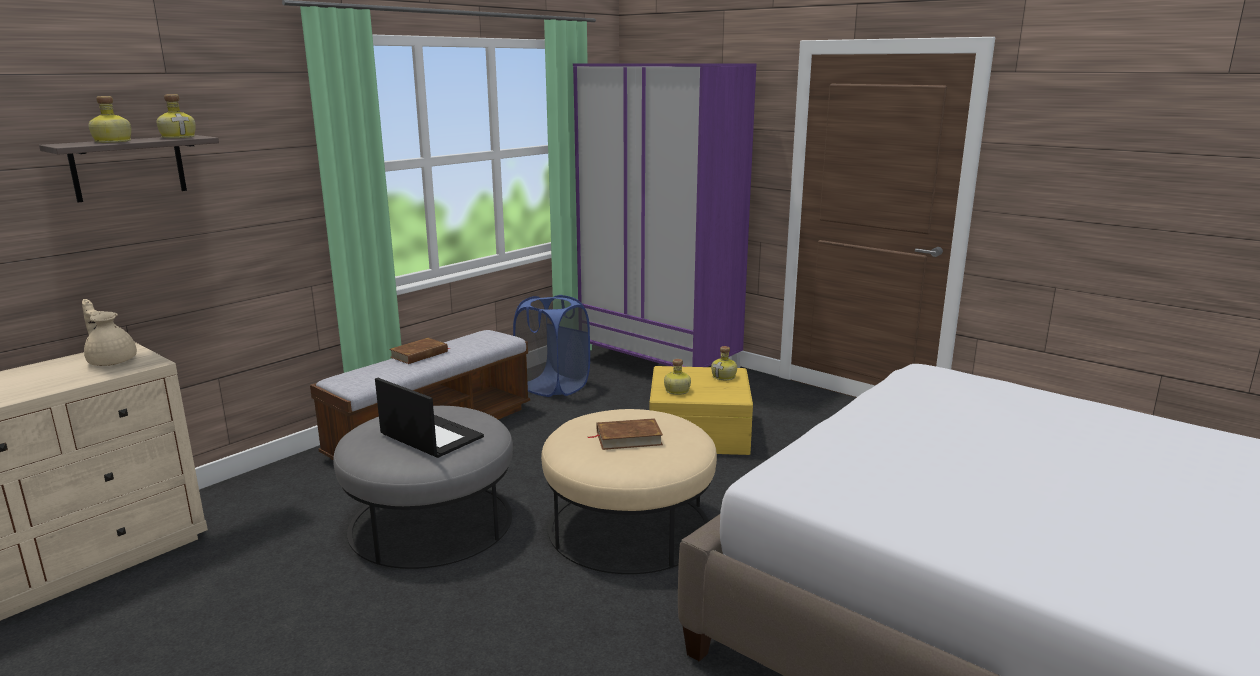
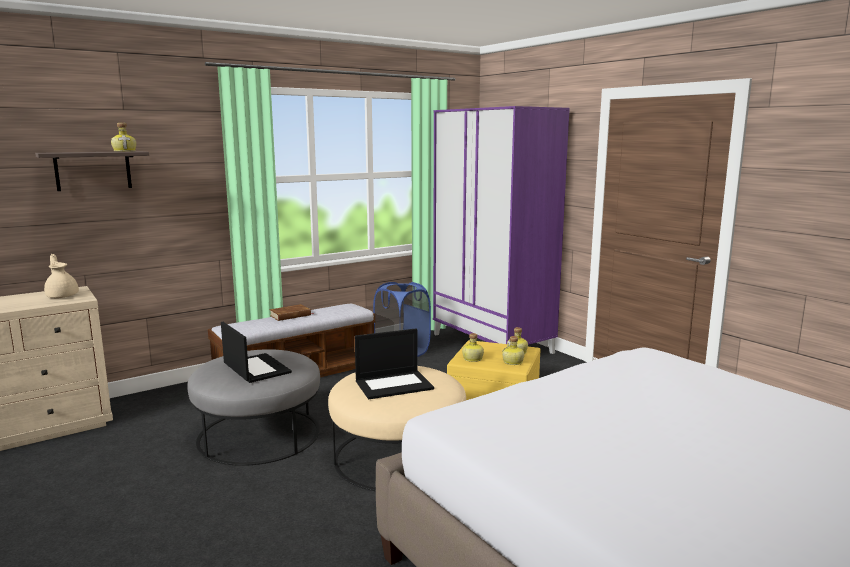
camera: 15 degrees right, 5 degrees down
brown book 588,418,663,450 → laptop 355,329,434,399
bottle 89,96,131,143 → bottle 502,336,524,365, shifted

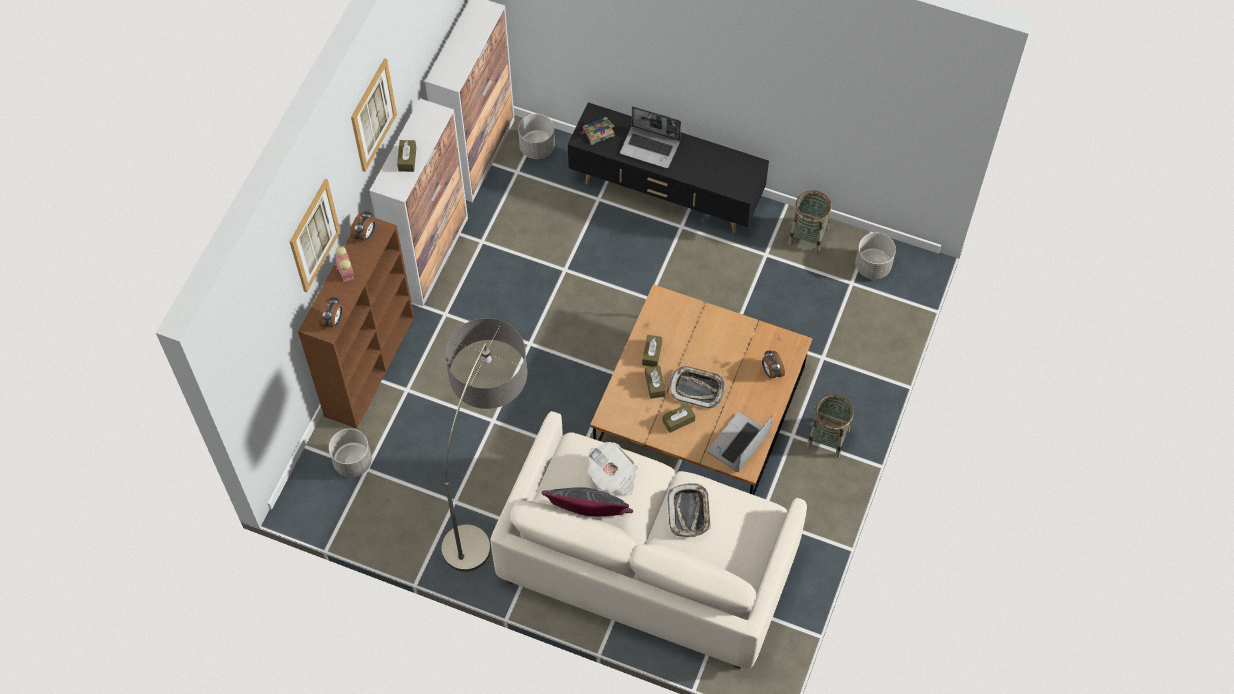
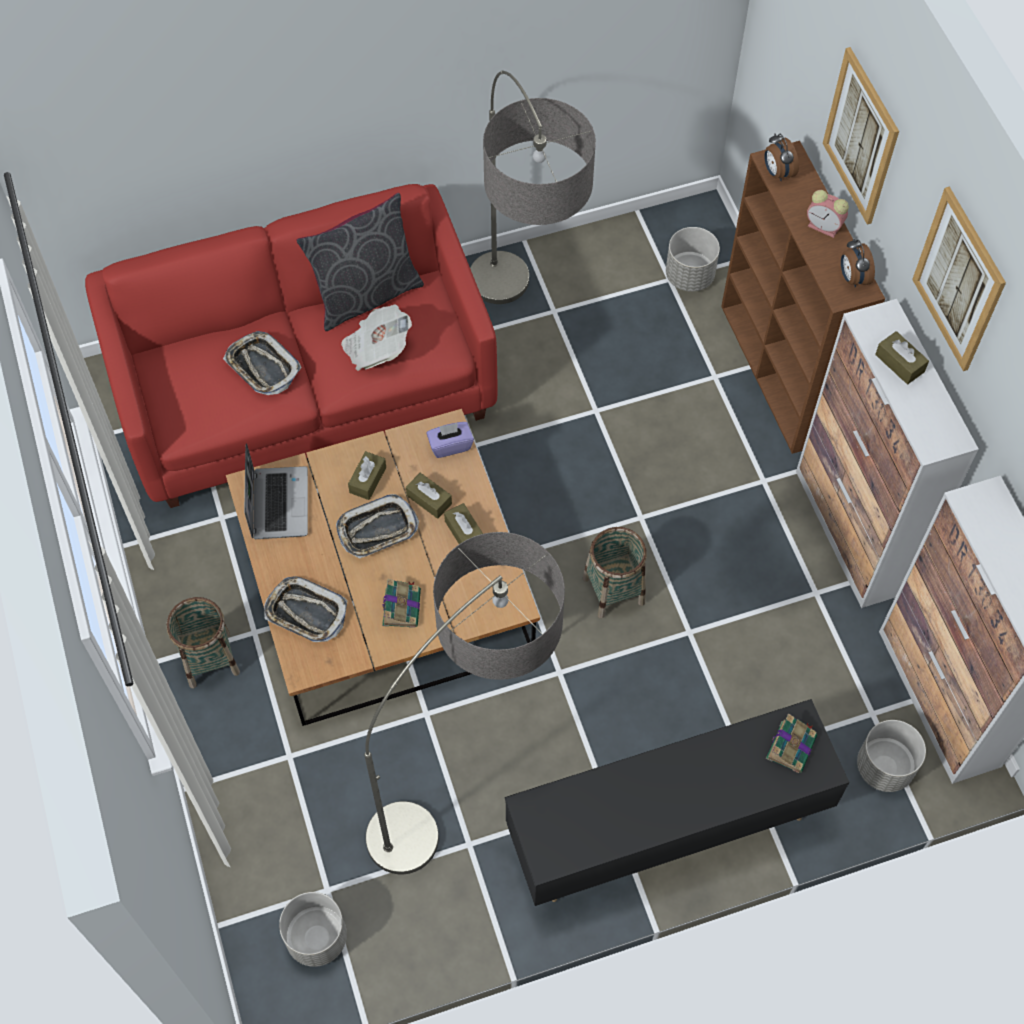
camera: 140 degrees right, 0 degrees up
white sofa 490,411,807,669 → red sofa 85,184,498,508
alarm clock 762,350,785,378 → tray 264,576,347,642
- → floor lamp 364,532,565,874
- → book 382,579,421,628
- → purple tissue box 426,422,474,458
basket 788,190,832,254 → basket 583,527,646,618, shifted
laptop 620,106,681,168 → -

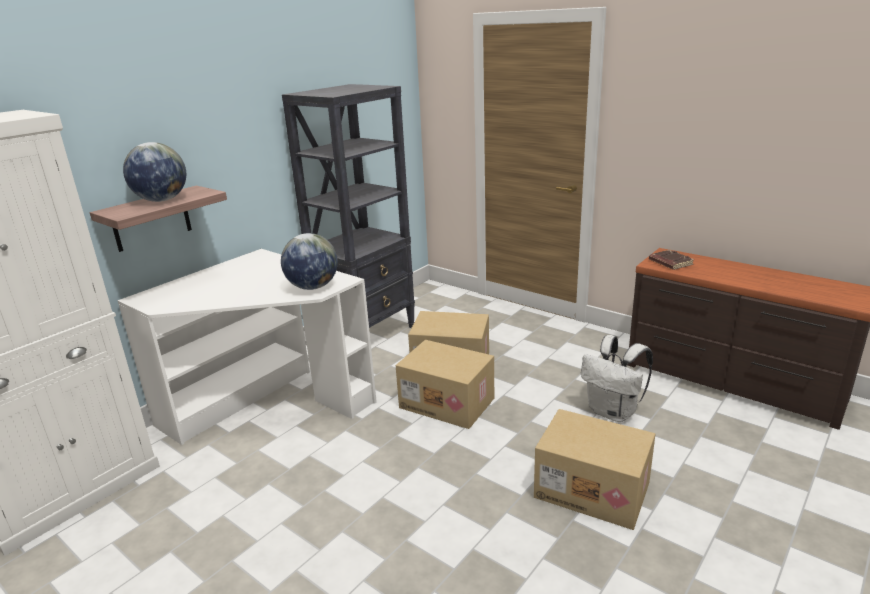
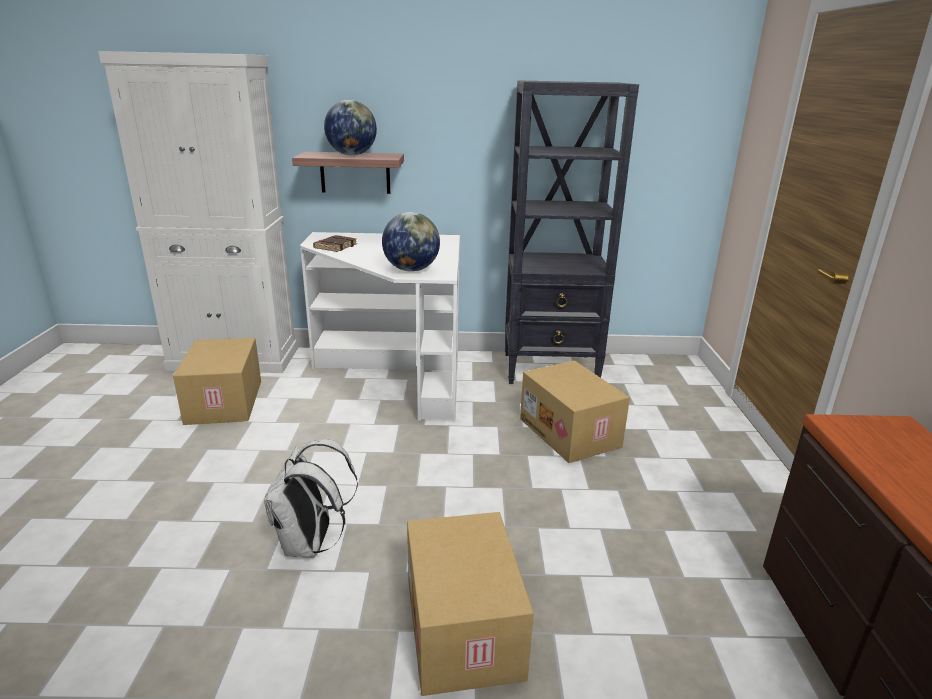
camera: 50 degrees right, 0 degrees up
cardboard box 396,340,494,429 → cardboard box 173,338,261,425, shifted
white backpack 581,335,653,422 → white backpack 264,439,358,558, shifted
brown book 649,250,694,270 → brown book 313,235,357,252, shifted

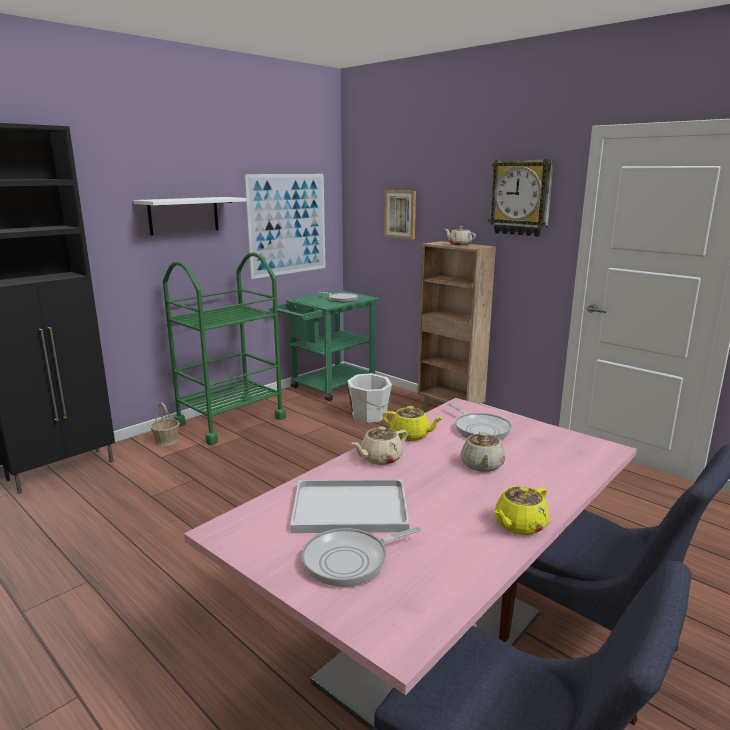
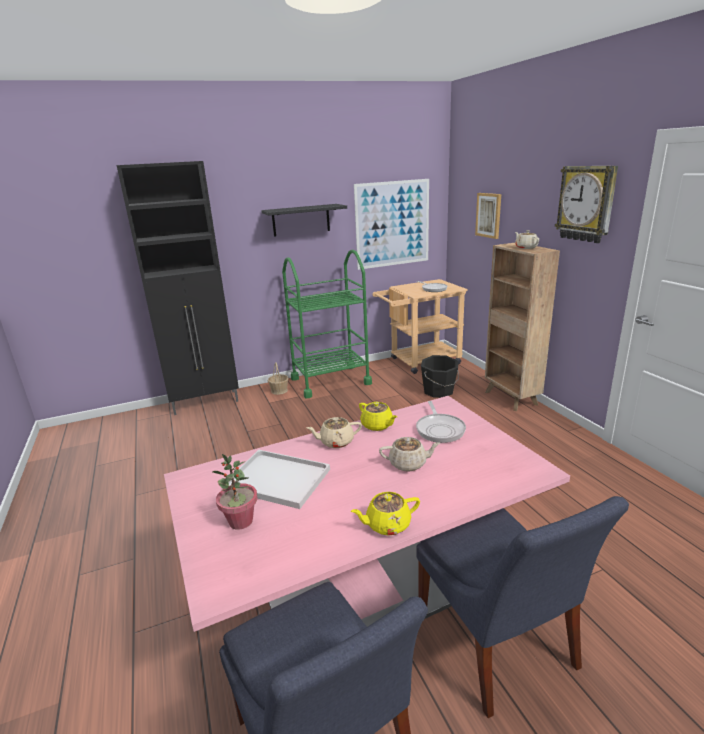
camera: 25 degrees right, 5 degrees up
frying pan 302,527,421,587 → potted plant 213,454,257,530
white shelf 134,197,247,235 → black shelf 261,204,347,237
green cart 269,290,379,401 → beige cart 372,279,468,374
beige teapot 460,431,505,472 → beige teapot 379,437,440,472, 120 degrees counterclockwise
white bucket 347,373,392,423 → black bucket 421,355,459,398

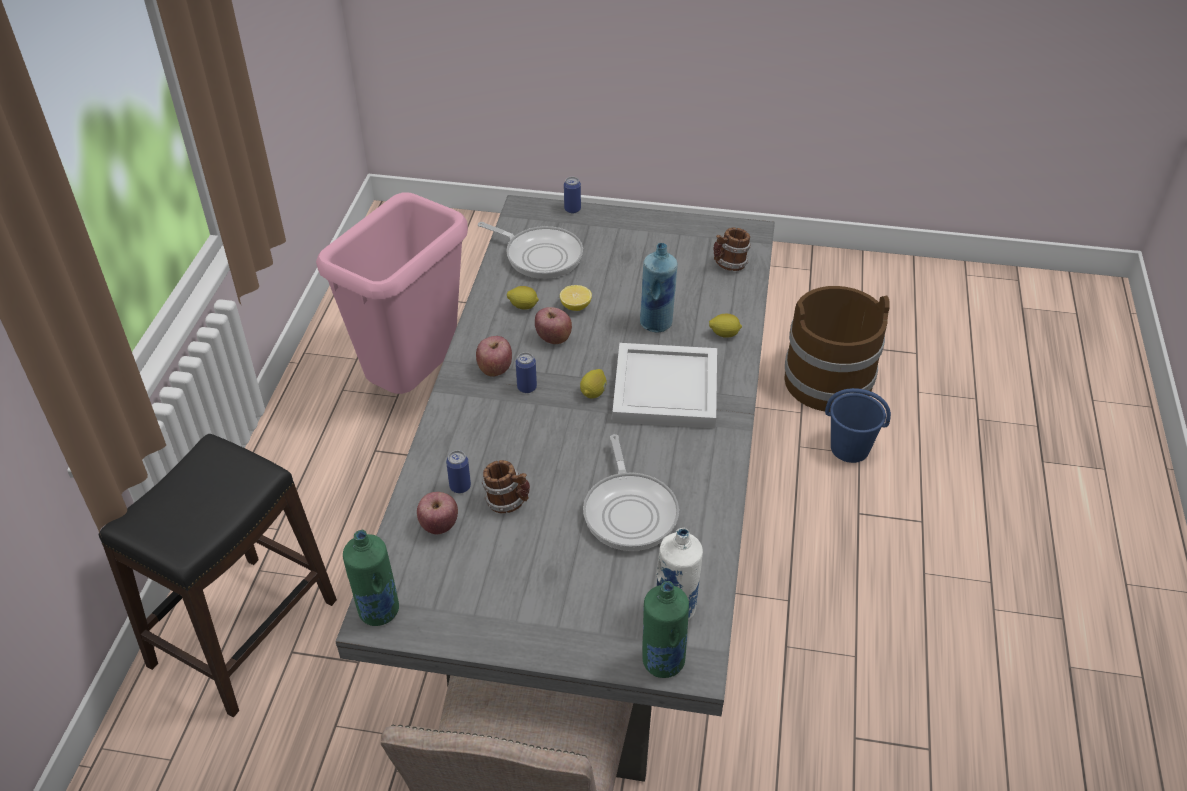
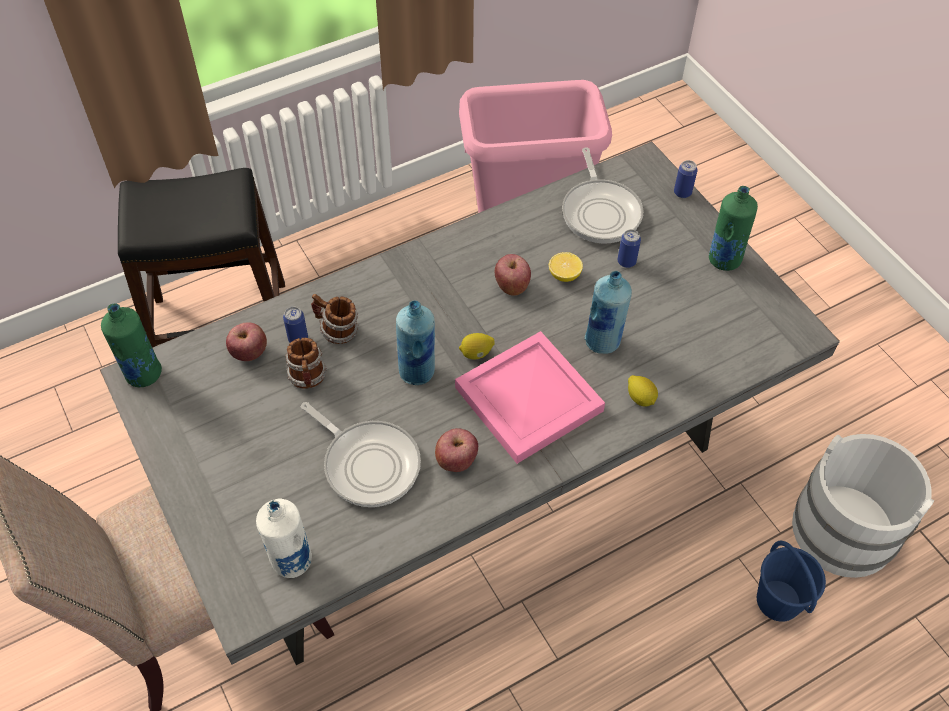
camera: 50 degrees right, 10 degrees up
frying pan 583,434,679,551 → frying pan 301,402,421,507, 90 degrees counterclockwise
mug 713,228,751,271 → mug 311,294,358,344, shifted
- → blue bottle 396,300,435,385
apple 476,336,512,377 → apple 435,428,478,472, shifted
white tray 612,343,717,429 → pink tray 455,331,605,464
can 516,352,537,393 → can 618,229,641,268, shifted
green bottle 642,581,689,678 → green bottle 709,186,758,271, shifted
brown bucket 784,286,890,412 → white bucket 792,434,934,578
lemon 507,286,539,310 → -

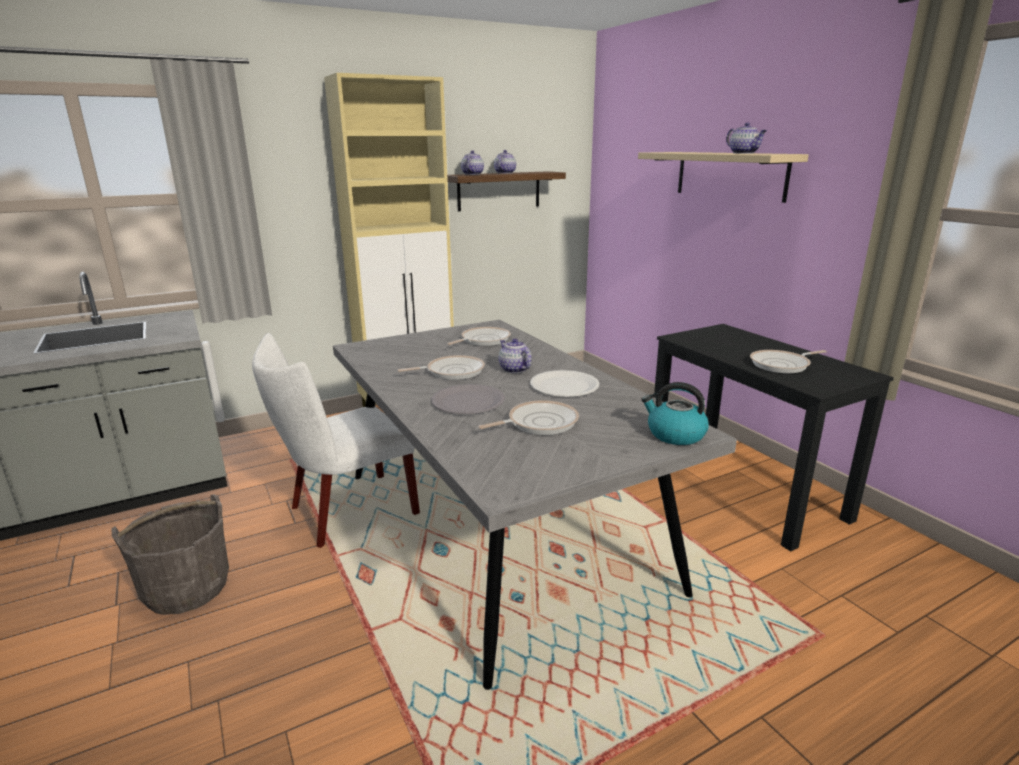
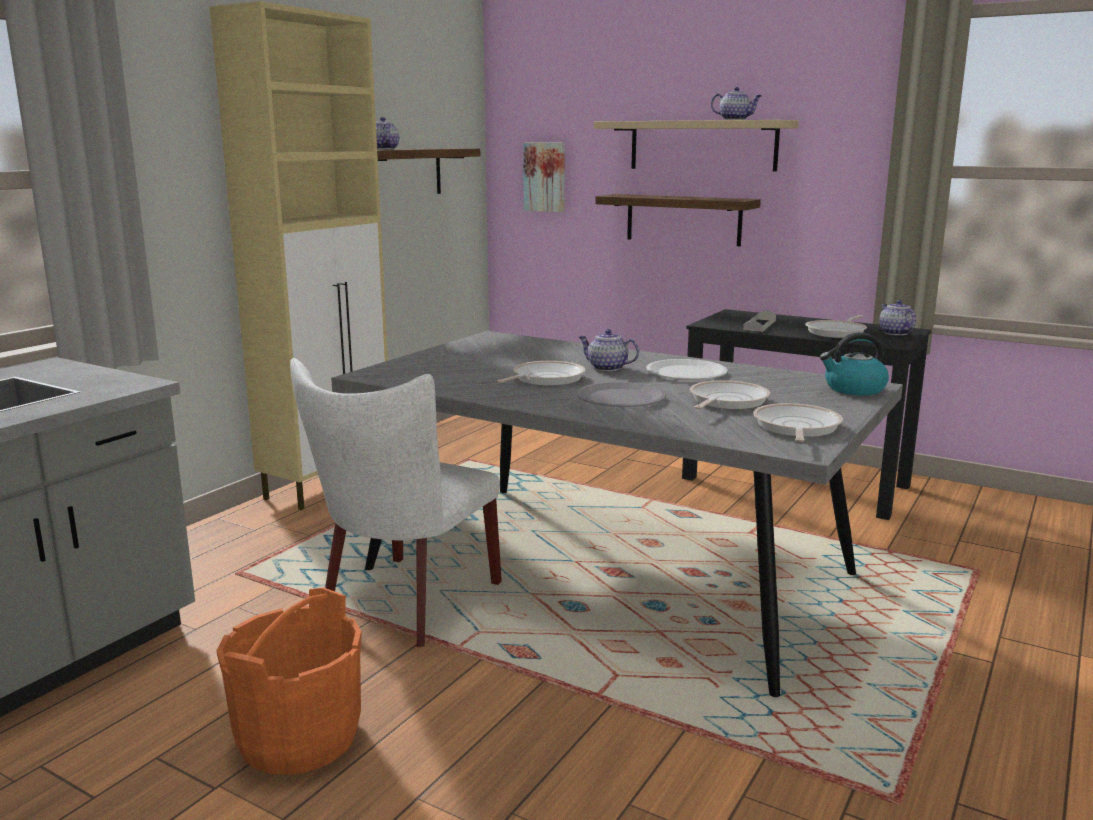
camera: 30 degrees left, 5 degrees down
grey bucket 111,494,229,615 → orange bucket 216,587,362,775
- → picture 523,142,565,213
- → shelf 595,194,761,246
- → grey tray 743,310,776,332
frying pan 447,327,511,346 → frying pan 753,403,843,442, shifted
teapot 494,150,516,174 → teapot 879,300,916,335, shifted

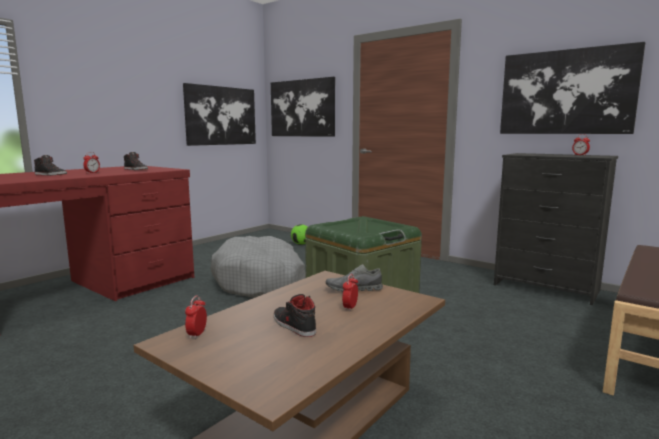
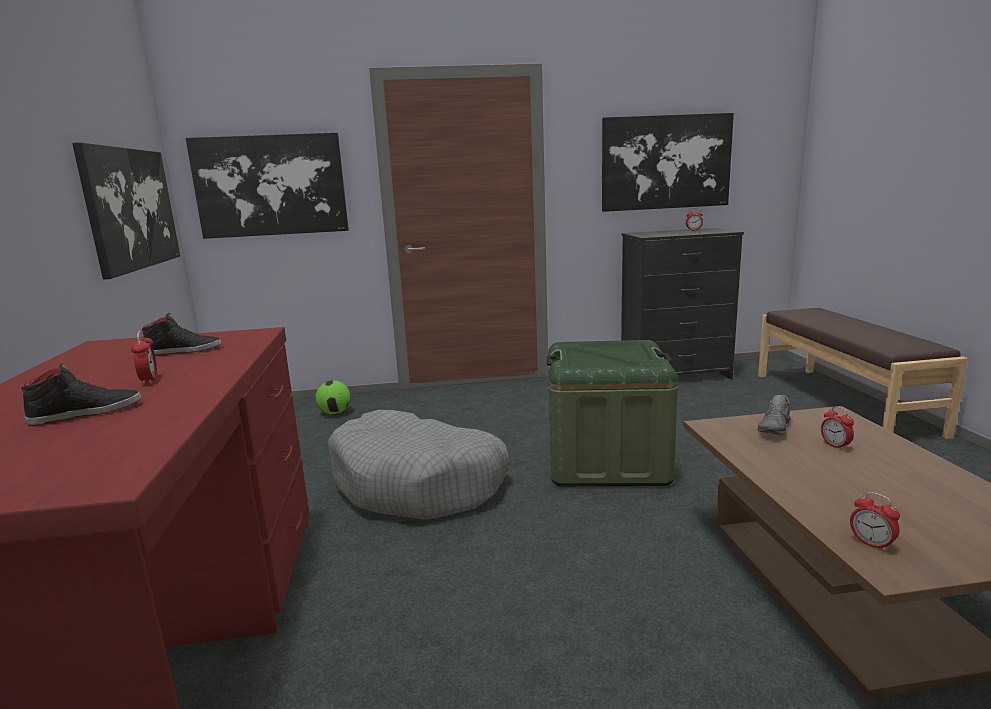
camera: 45 degrees left, 5 degrees up
black shoe 274,294,316,337 → -

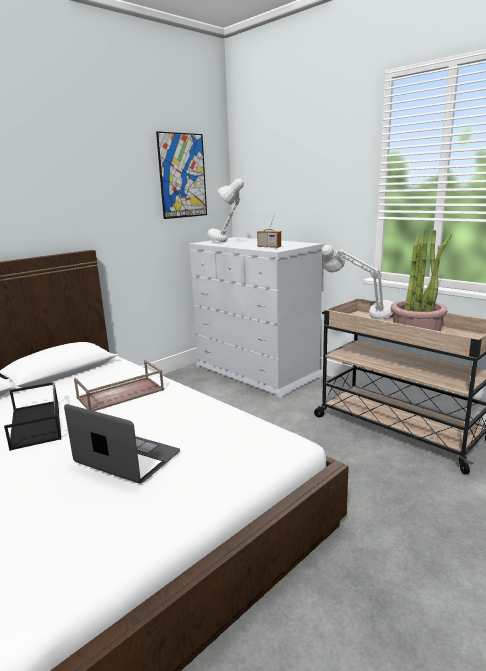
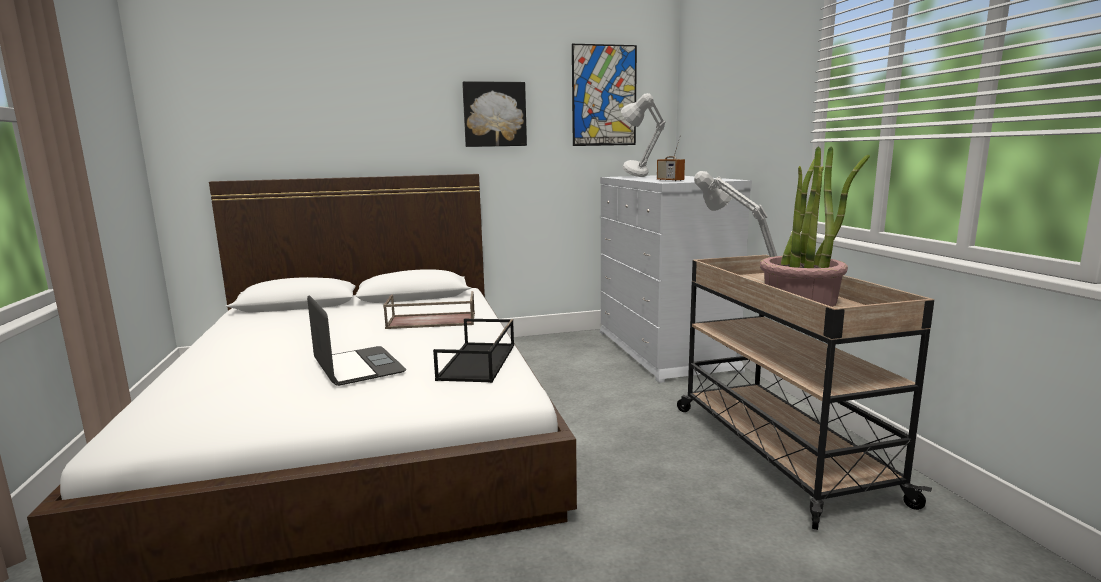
camera: 30 degrees right, 5 degrees down
black tray 4,382,61,451 → black tray 433,319,514,383, shifted
- → picture 462,81,527,147

